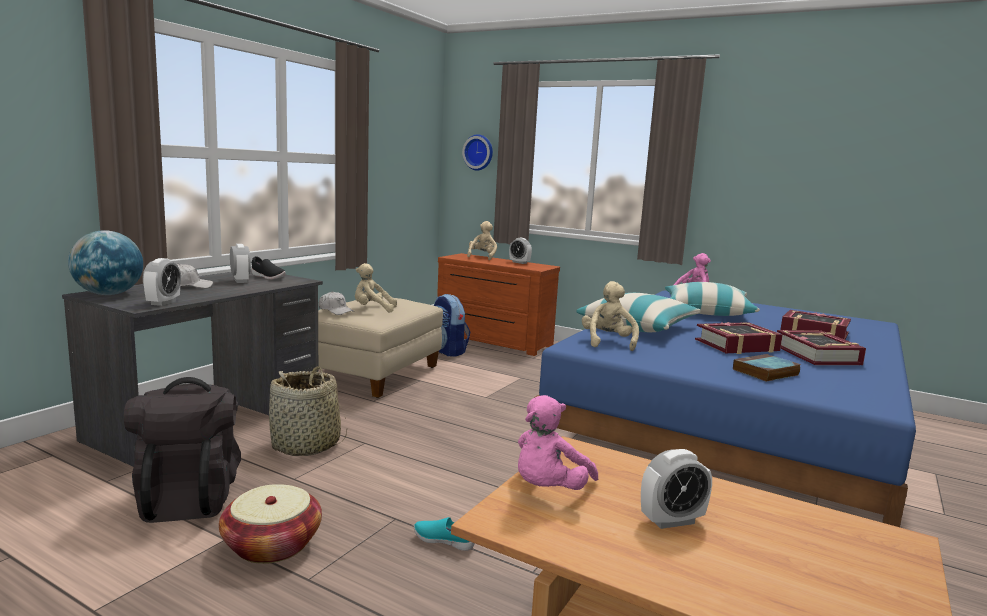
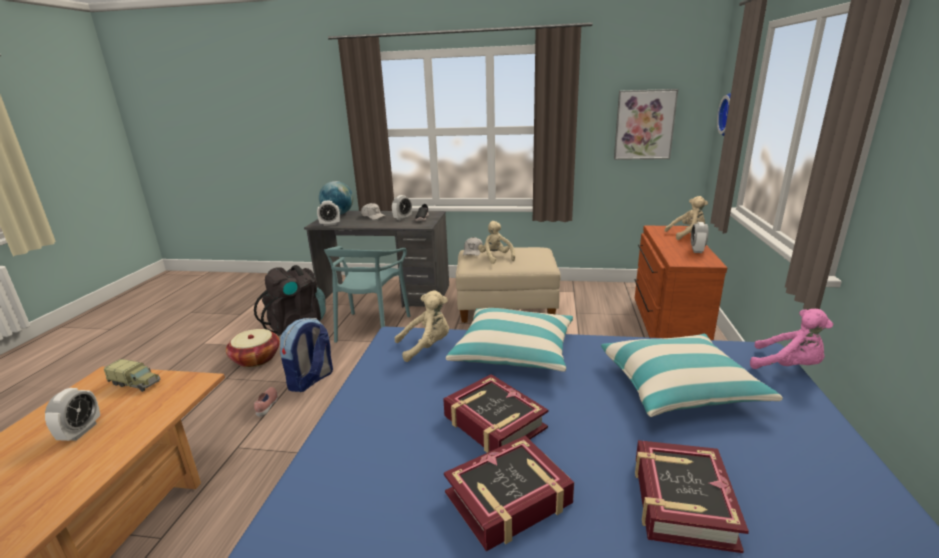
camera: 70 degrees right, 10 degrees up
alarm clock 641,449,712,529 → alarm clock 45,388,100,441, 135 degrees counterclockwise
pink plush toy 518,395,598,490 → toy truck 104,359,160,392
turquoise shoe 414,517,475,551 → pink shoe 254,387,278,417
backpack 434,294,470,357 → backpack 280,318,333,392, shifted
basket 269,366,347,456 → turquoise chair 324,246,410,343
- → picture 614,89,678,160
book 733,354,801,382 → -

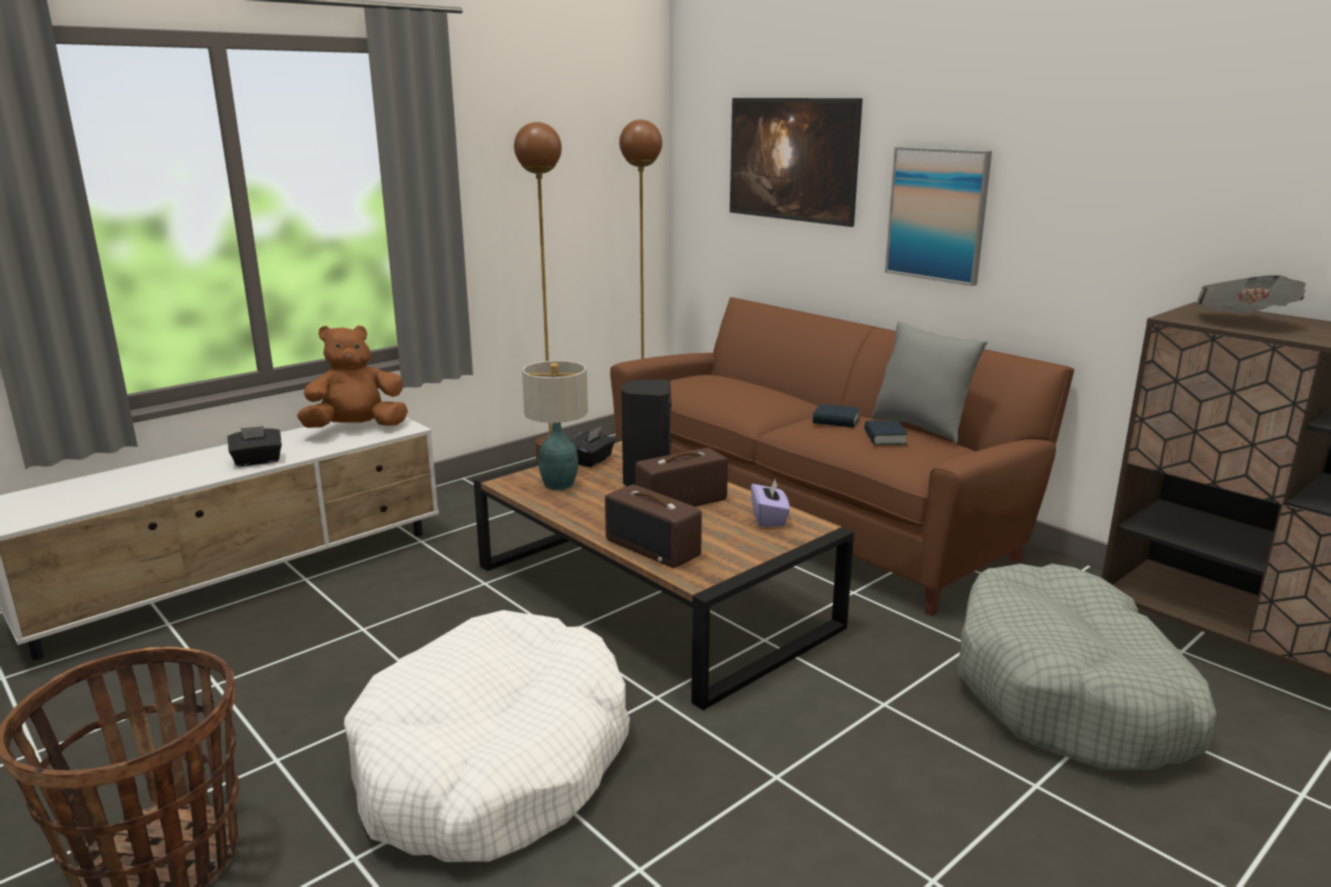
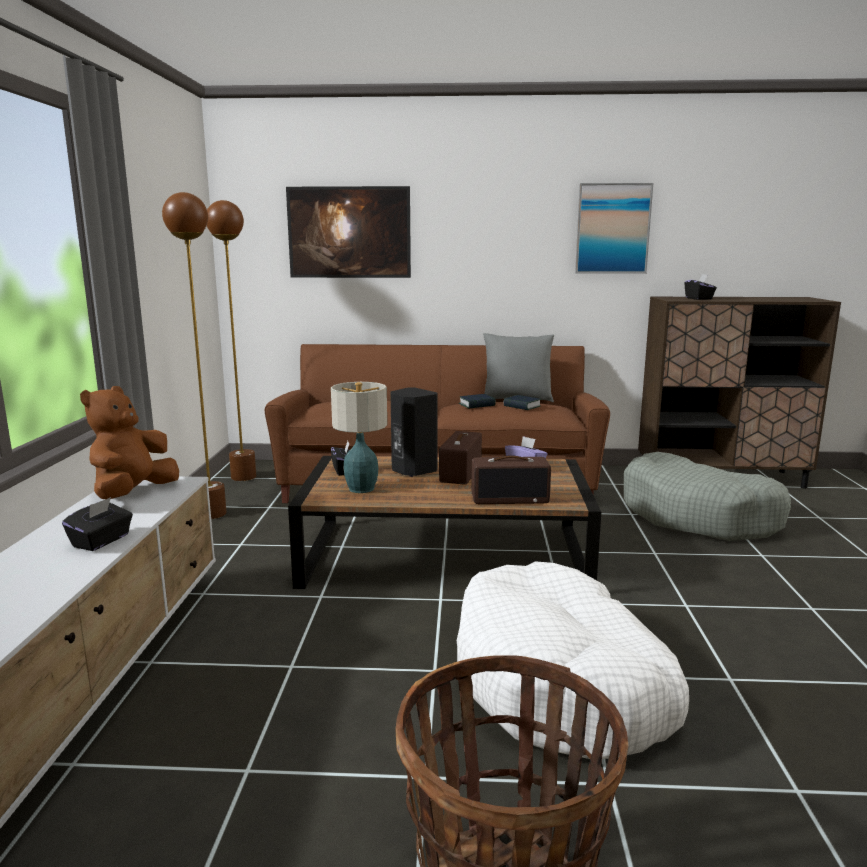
camera: 45 degrees left, 5 degrees down
picture 885,147,992,286 → picture 575,183,653,274, shifted
newspaper 1197,275,1306,313 → black tissue box 685,274,717,300

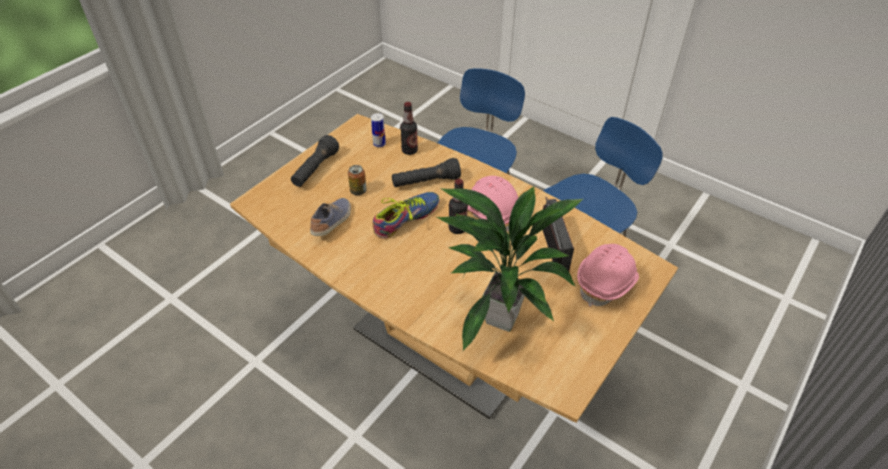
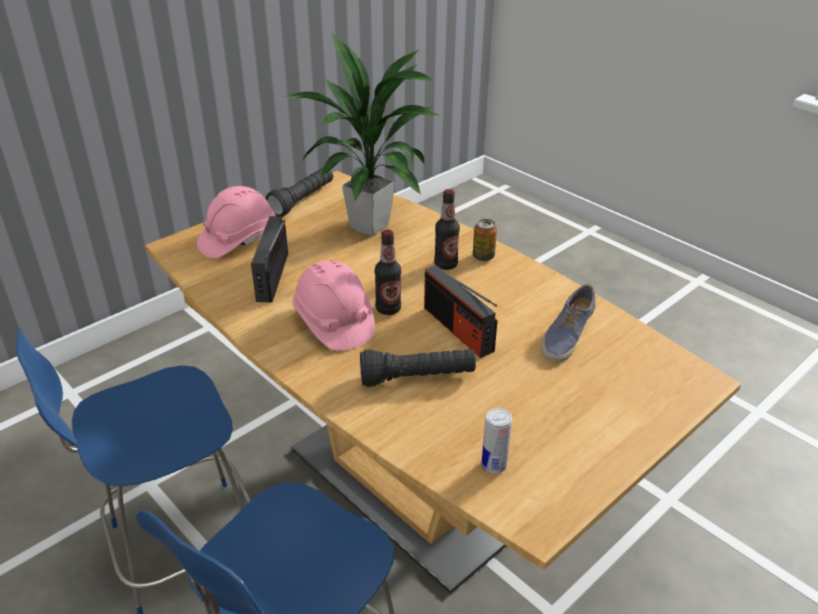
camera: 170 degrees left, 10 degrees down
black flashlight 291,135,339,187 → black flashlight 265,168,333,217, shifted
shoe 373,192,440,239 → radio 424,265,497,358
bottle 400,102,418,155 → bottle 434,189,460,270, shifted
can 348,165,367,195 → can 473,219,497,261, shifted

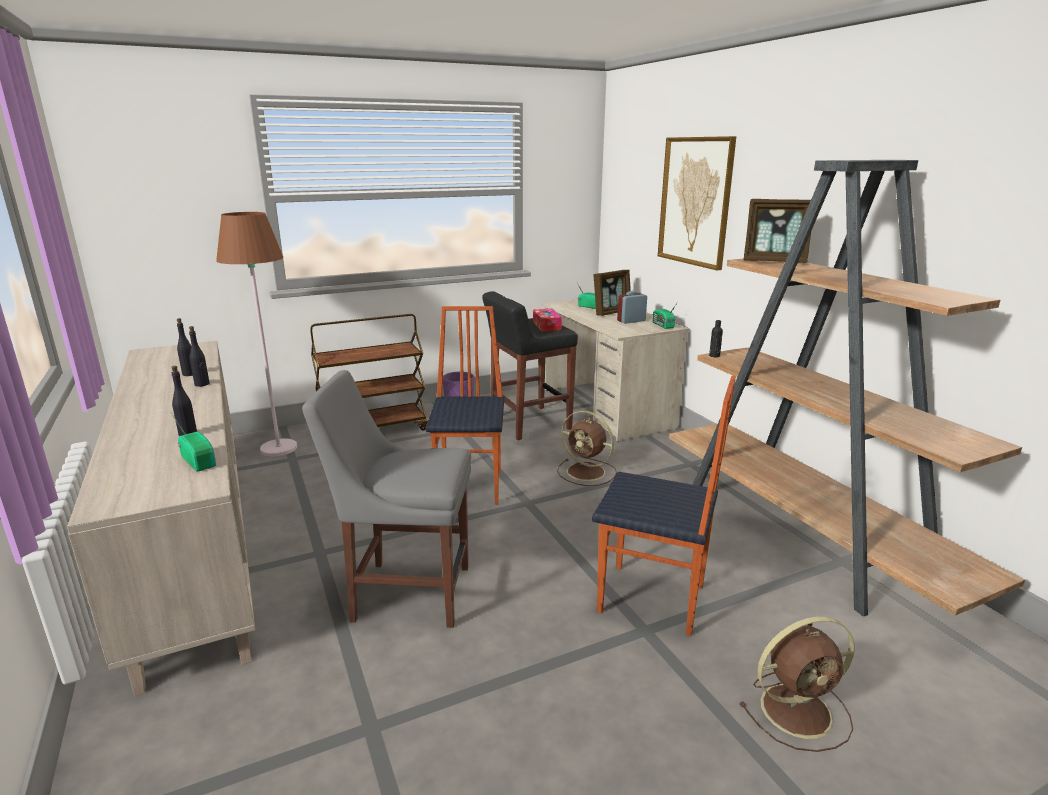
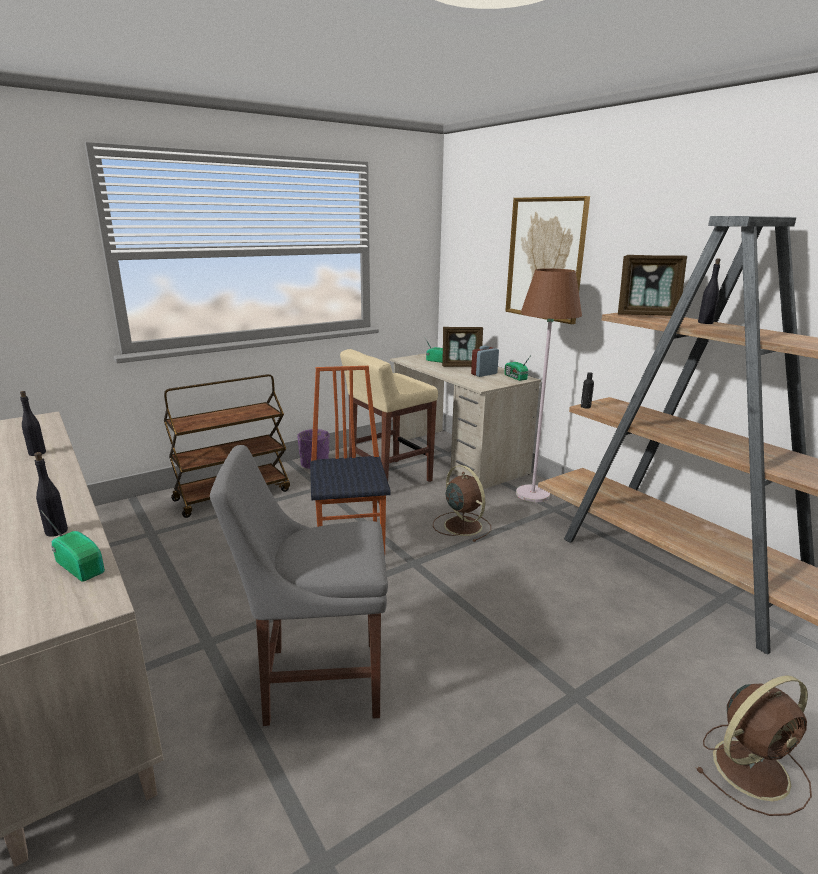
camera: 10 degrees left, 0 degrees up
black stool 482,291,578,440 → beige stool 340,349,438,482
brown fan 557,410,617,486 → brown fan 433,465,491,542, 150 degrees counterclockwise
picture frame 594,270,631,316 → picture frame 442,327,483,367, 45 degrees clockwise
brown floor lamp 216,212,297,457 → brown floor lamp 516,268,582,502, shifted
black bottle 189,326,210,387 → black bottle 698,258,721,324, shifted
tissue box 533,309,562,332 → -
chair 592,376,736,636 → -

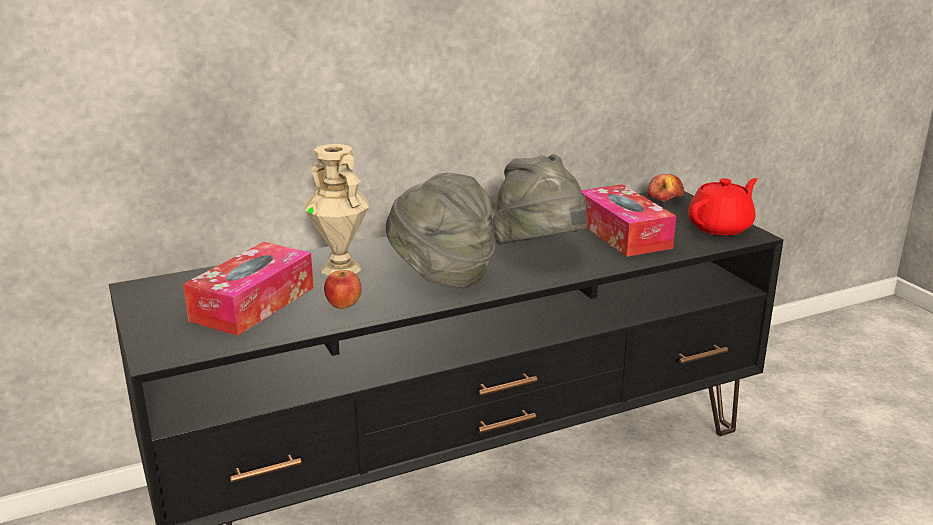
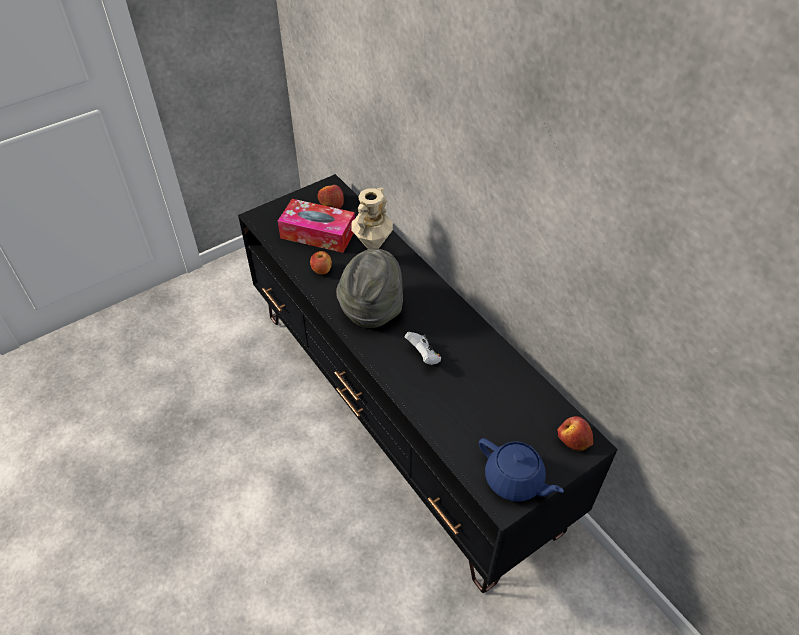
camera: 80 degrees right, 25 degrees up
- → apple 318,185,344,209
grey hat 492,154,588,245 → white game controller 405,332,441,365
red teapot 688,178,758,235 → blue teapot 479,438,564,502
tissue box 581,184,676,257 → -

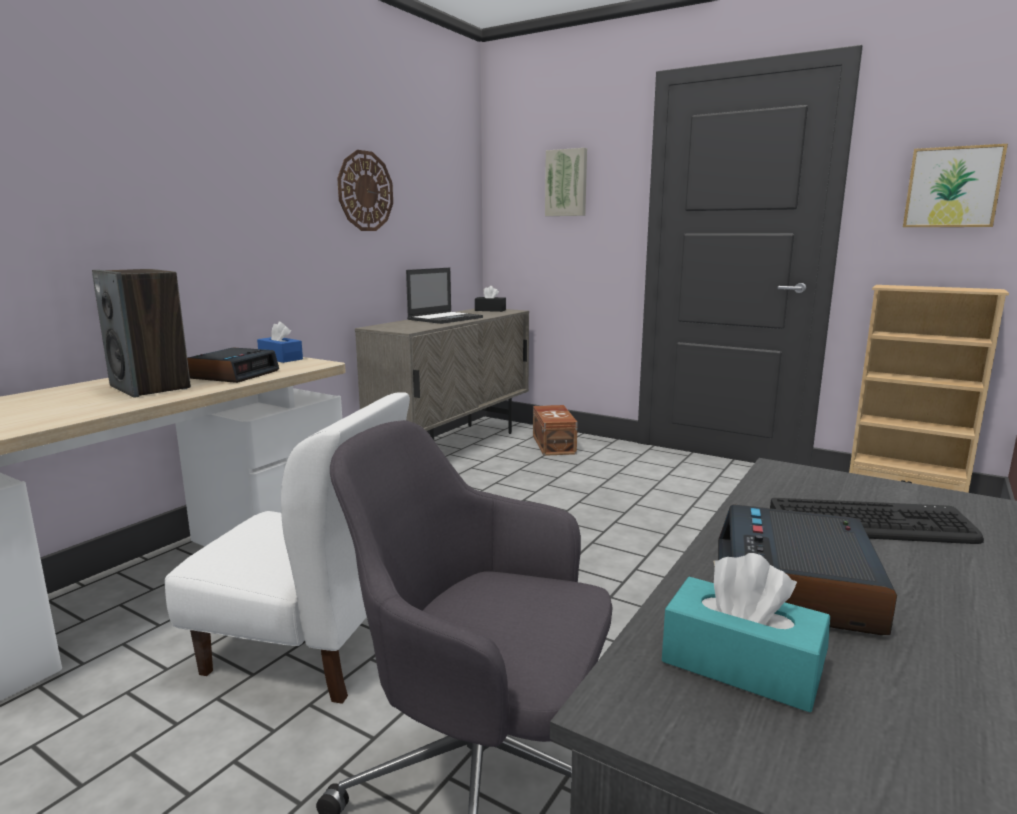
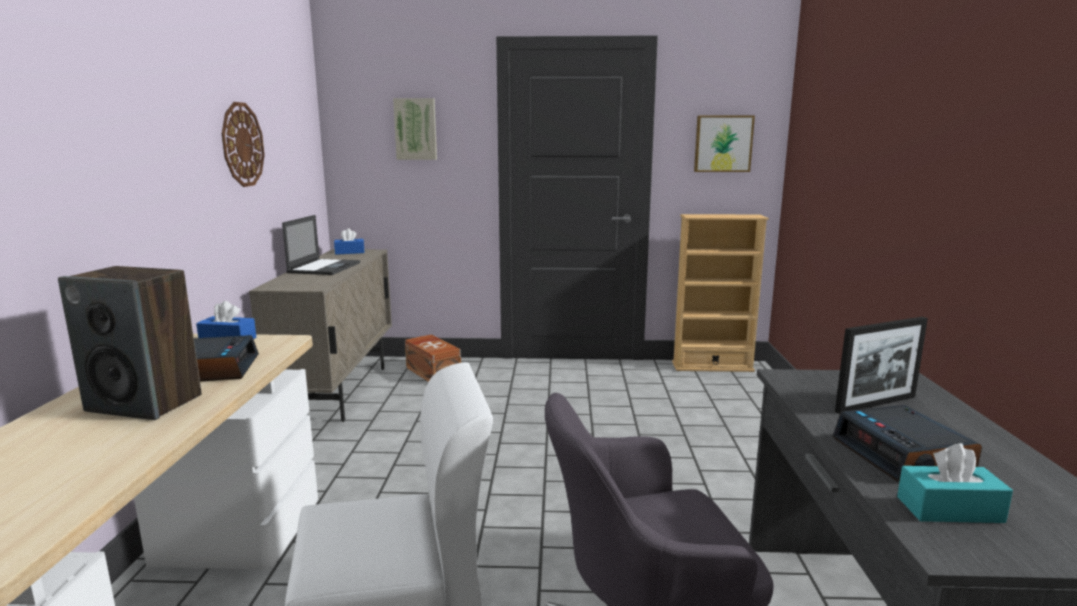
camera: 30 degrees left, 0 degrees up
black tissue box 475,286,506,312 → blue tissue box 334,228,364,255
keyboard 770,498,984,544 → picture frame 835,317,928,414

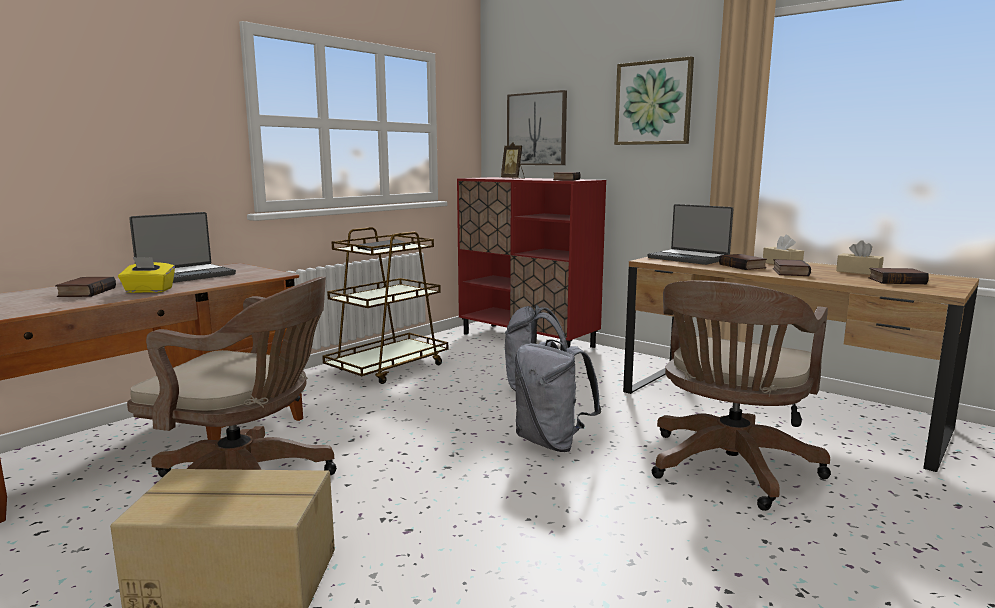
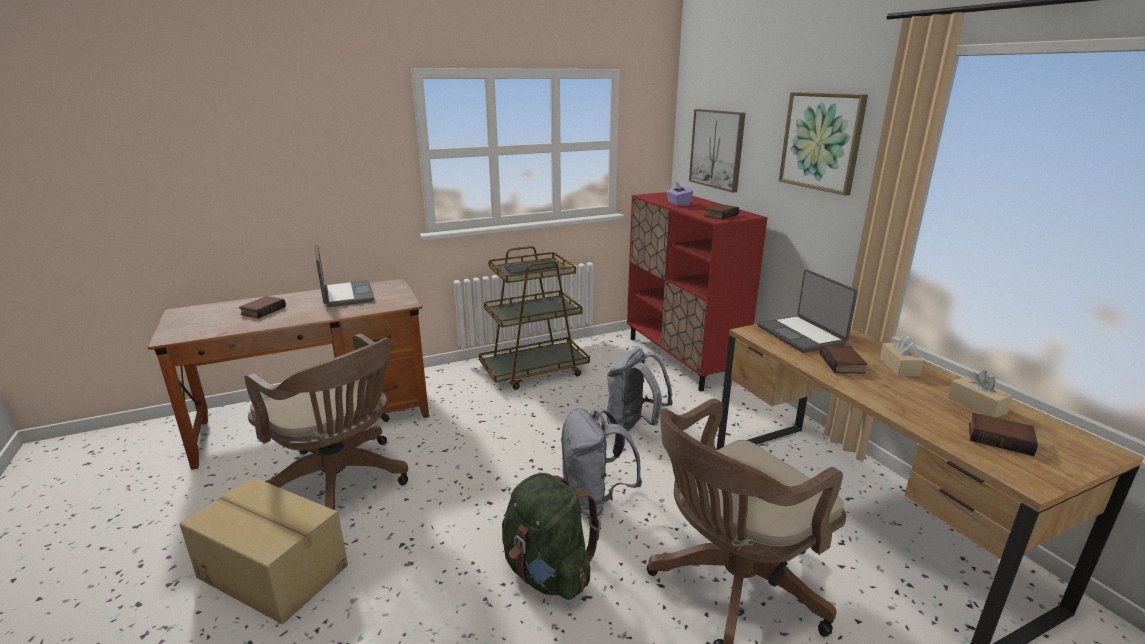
camera: 25 degrees right, 10 degrees up
laptop 129,212,236,283 → laptop 315,244,375,307, 90 degrees counterclockwise
- → green backpack 502,473,601,600
picture frame 501,142,525,179 → purple tissue box 666,181,693,206
yellow tissue box 118,257,175,293 → -
book 773,259,811,276 → -

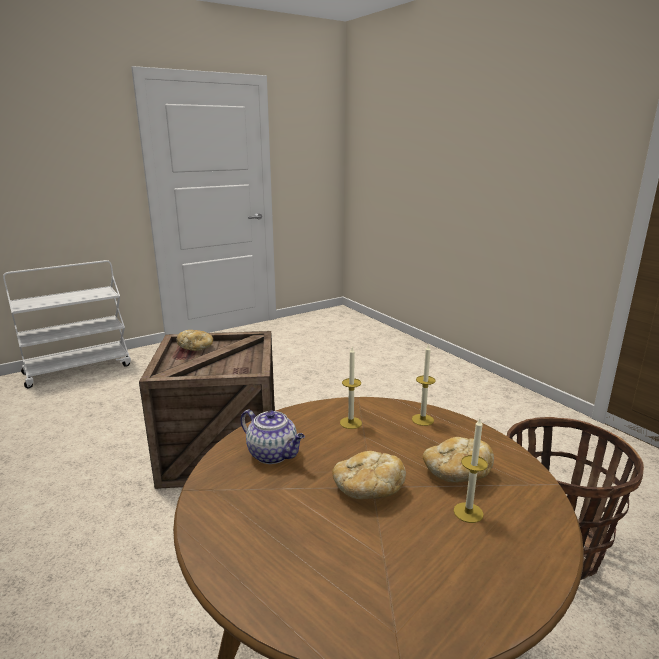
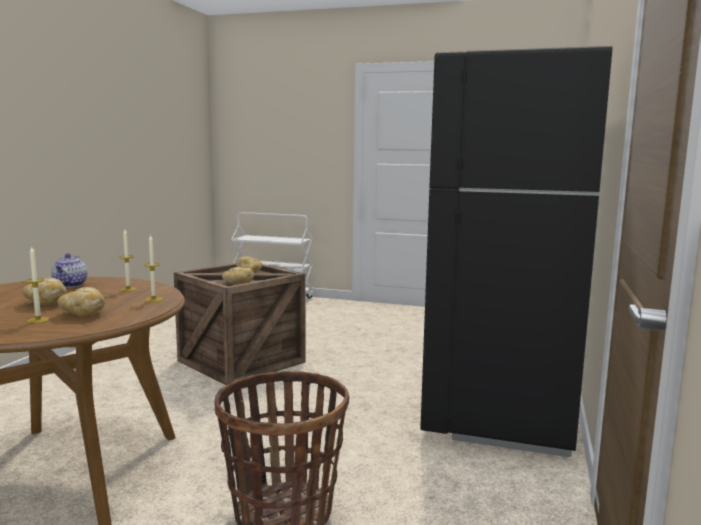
camera: 50 degrees right, 10 degrees down
- → bread 222,267,254,284
- → black fridge 420,46,612,457

